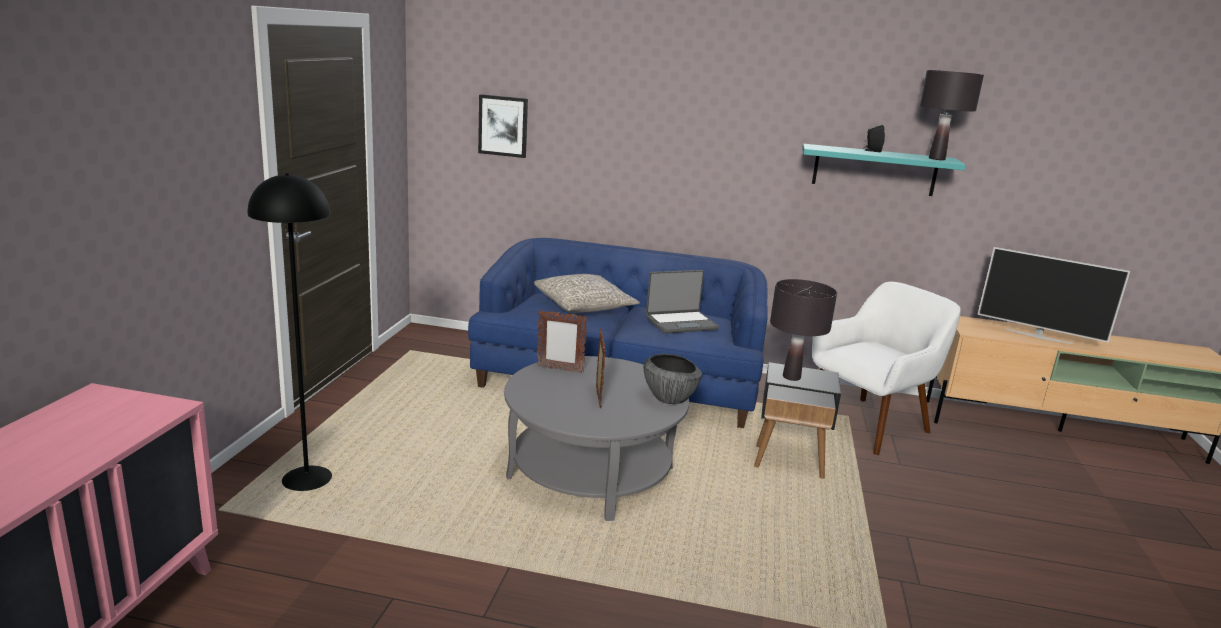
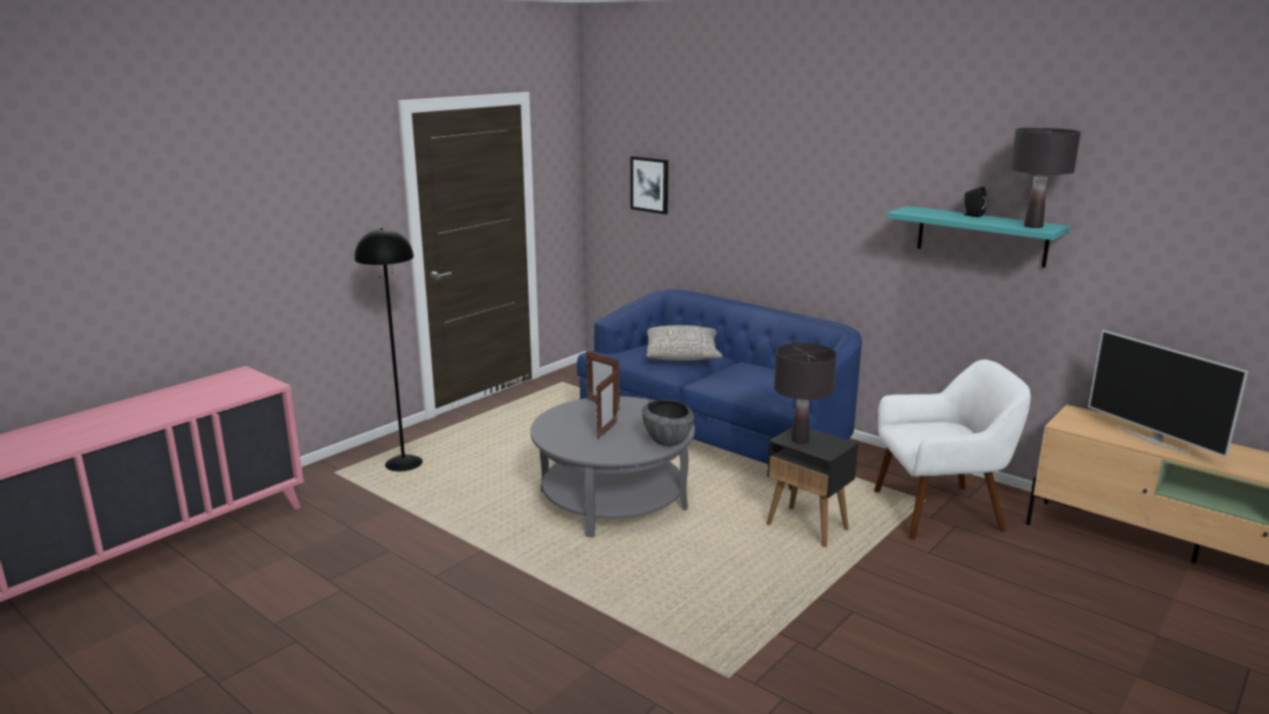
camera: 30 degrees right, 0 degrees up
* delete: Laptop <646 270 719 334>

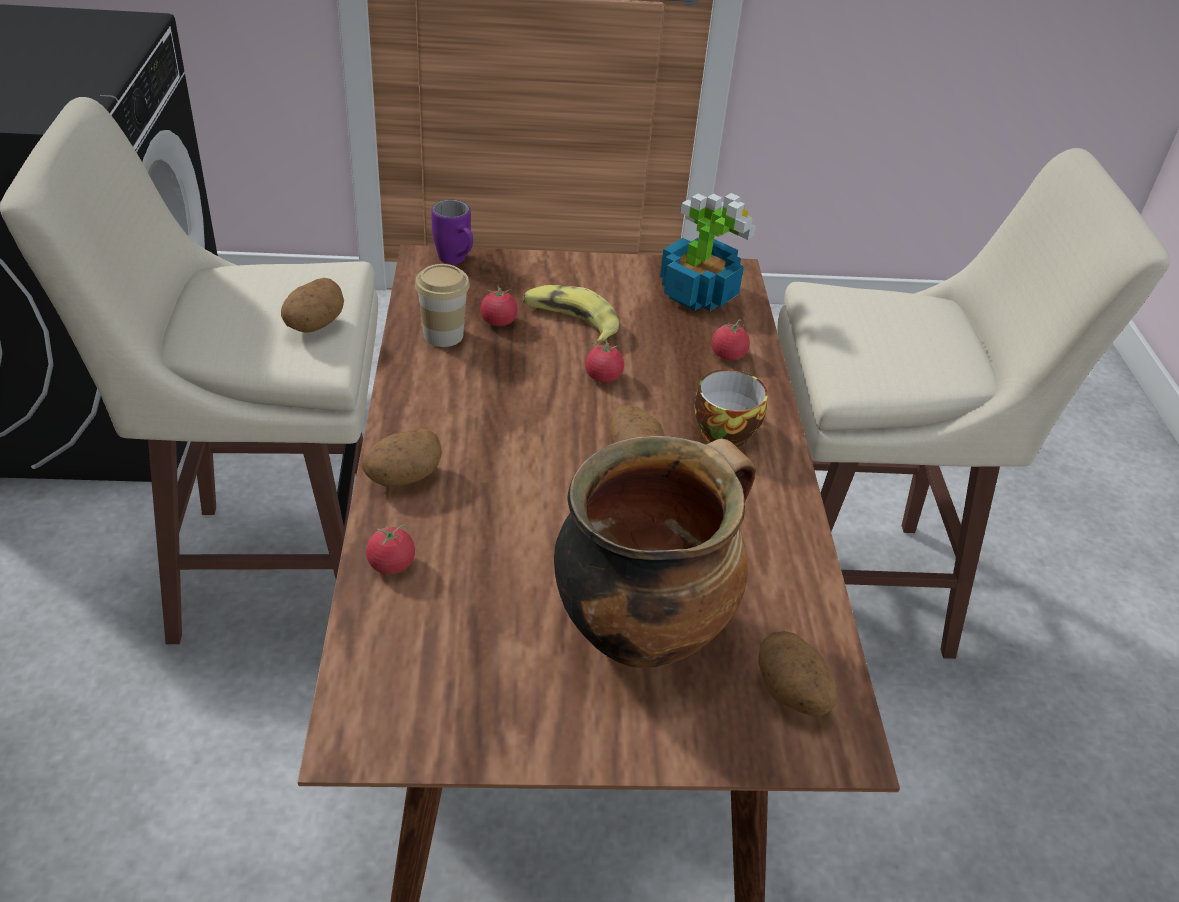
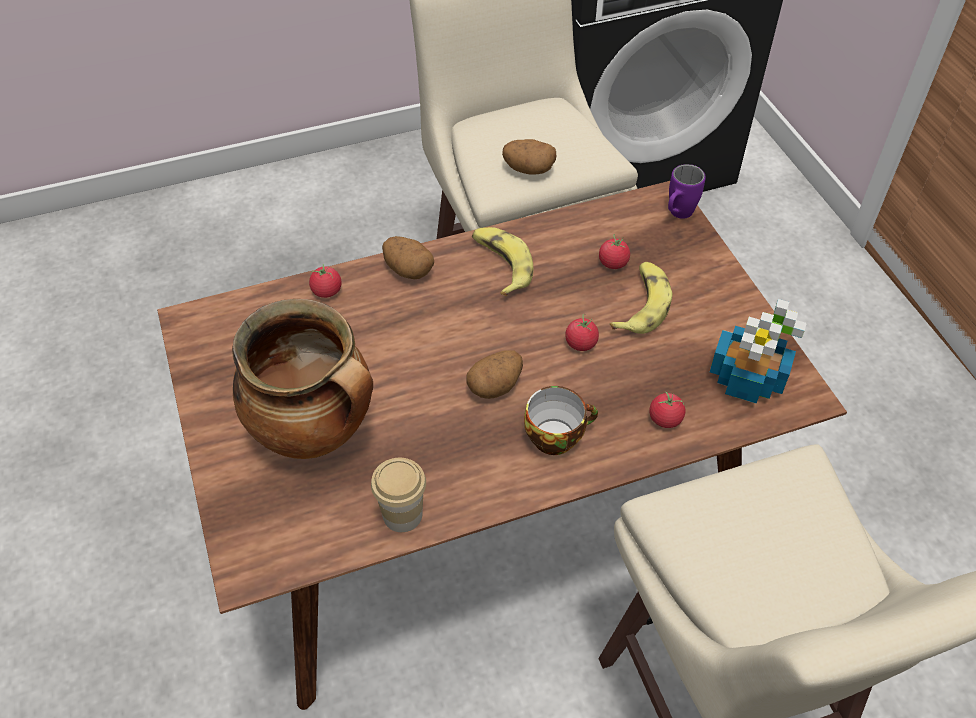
camera: 75 degrees right, 10 degrees up
* move: Tasse <415 264 470 347> to <371 458 426 532>
* insert: Banane <472 227 533 296>
* delete: Kartoffel <758 631 838 716>

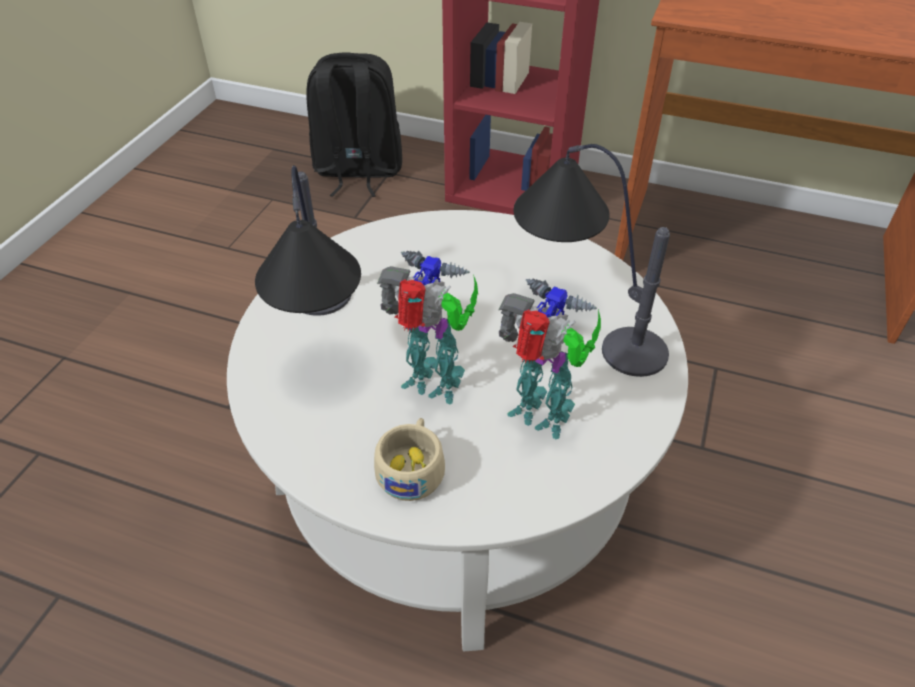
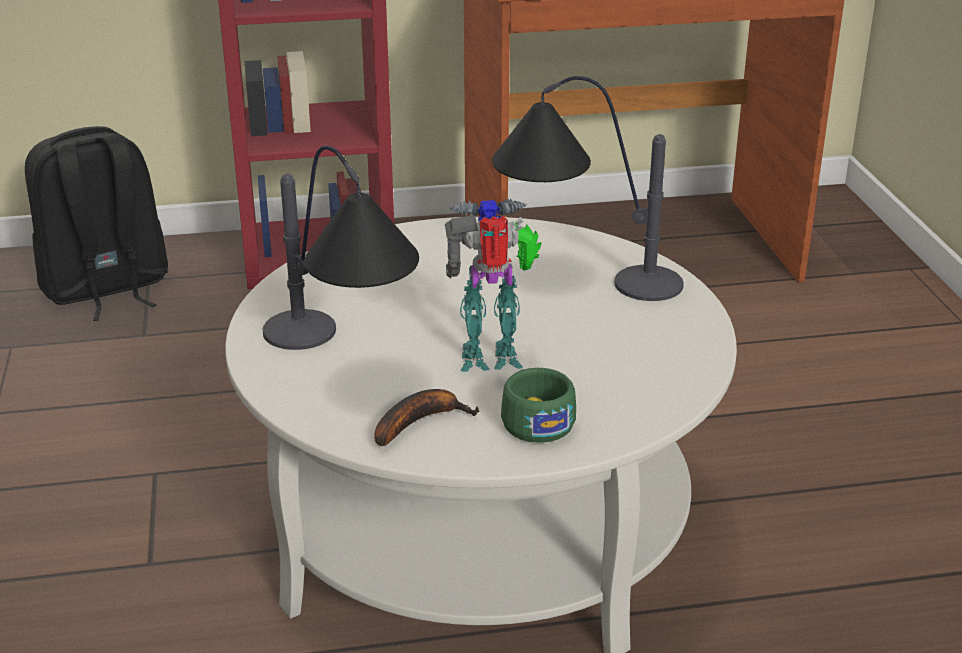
camera: 30 degrees left, 15 degrees down
* insert: Banane <374 389 479 446>
* recolor: Tasse/beige <374 418 445 501> to Tasse/grün <501 368 576 443>
* delete: Spielzeugroboter <499 279 601 439>

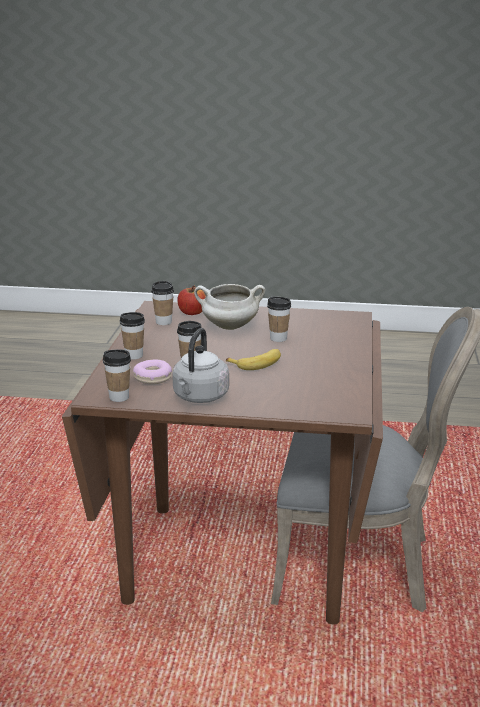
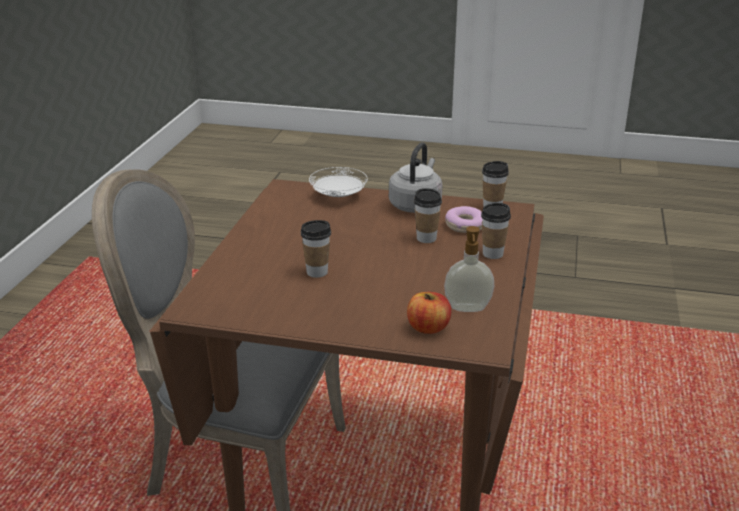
camera: 175 degrees left, 5 degrees up
* insert: Teller/weiß <309 167 368 197>
* replace: Tasse <151 281 174 325> to Seifenspender <444 226 494 312>
* delete: Kochtopf/weiß <194 284 265 330>
* delete: Banane <226 349 281 370>

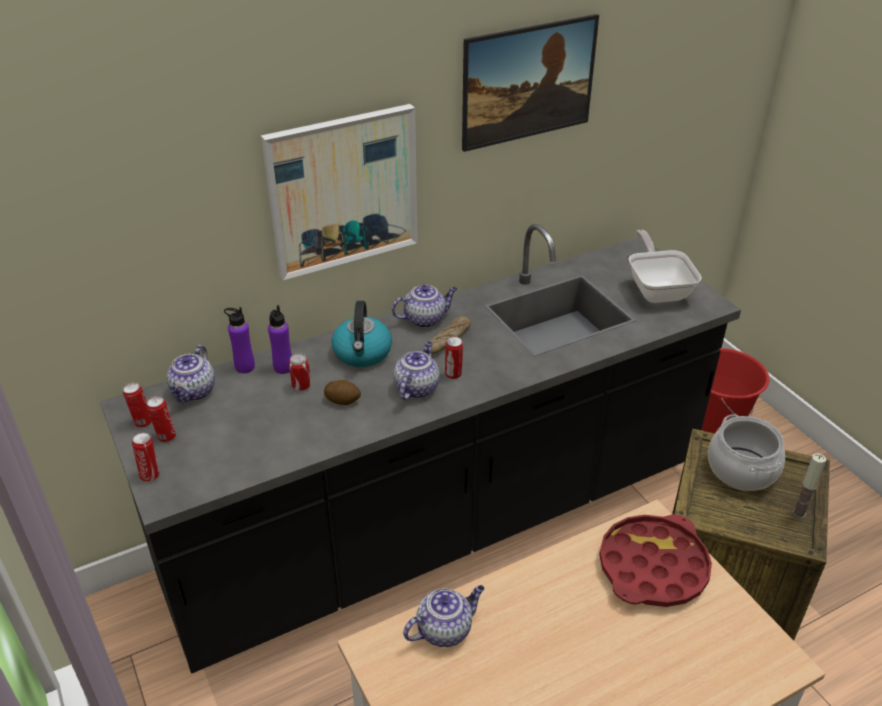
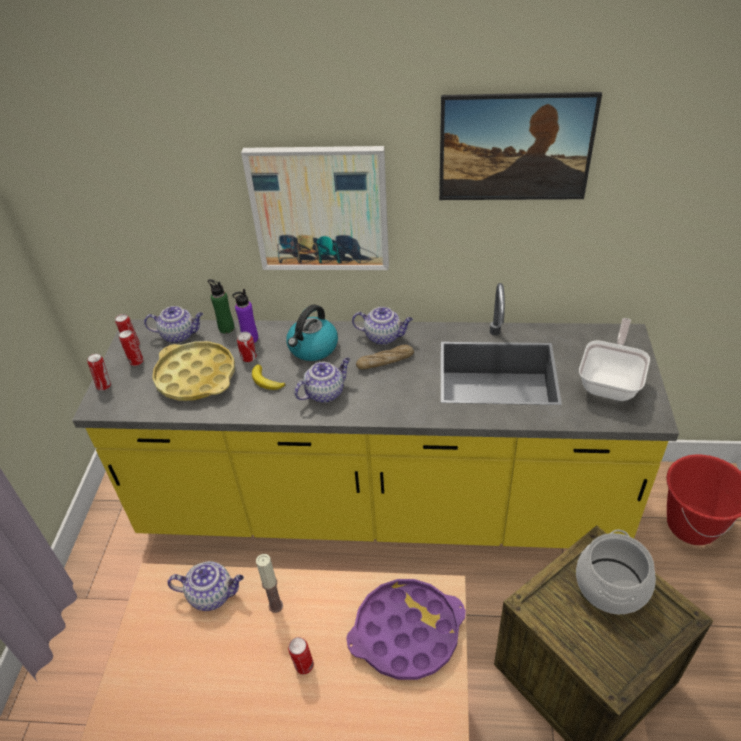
camera: 35 degrees right, 5 degrees up
* recolor: Küchenzeile/schwarz <100 224 741 673> to Küchenzeile/gelb <72 283 679 548>
* rotate: Teekanne <167 345 215 403> = <144 306 203 343> 135 degrees counterclockwise
* insert: Tablett/gelb <152 341 235 401>
* recolor: Flasche/lila <224 307 255 373> to Flasche/grün <208 279 234 334>
* replace: Kartoffel <324 380 361 405> to Banane <252 365 285 390>
* move: Kerze <792 453 826 519> to <256 554 283 613>
* move: Dose <445 336 463 379> to <288 637 314 674>
* recolor: Tablett/rot <599 514 712 607> to Tablett/lila <346 579 466 680>

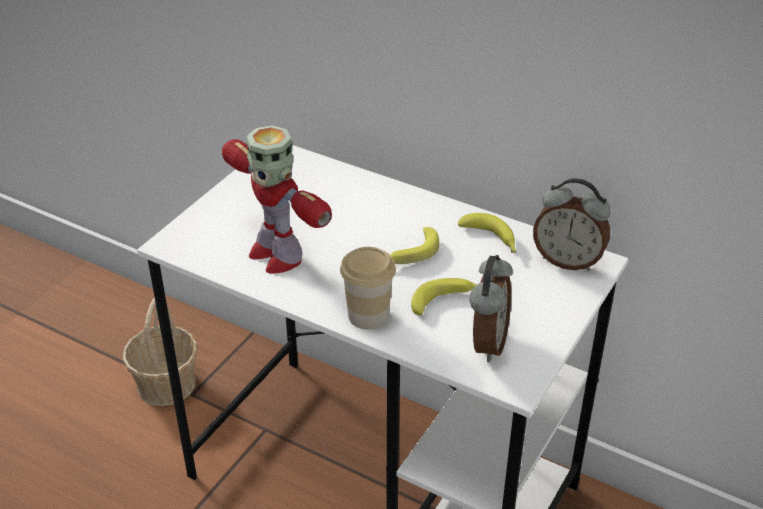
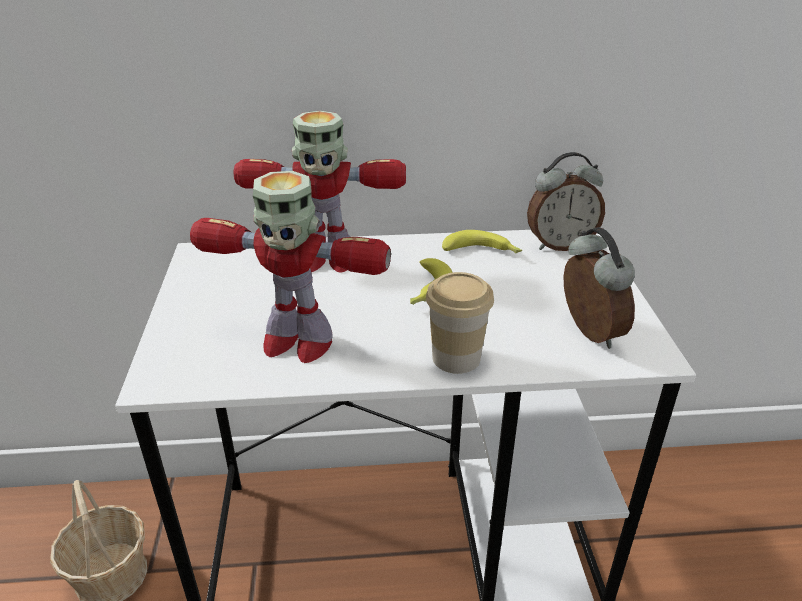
camera: 35 degrees left, 5 degrees down
* insert: Spielzeugroboter <233 111 406 273>
* delete: Banane <411 278 477 315>

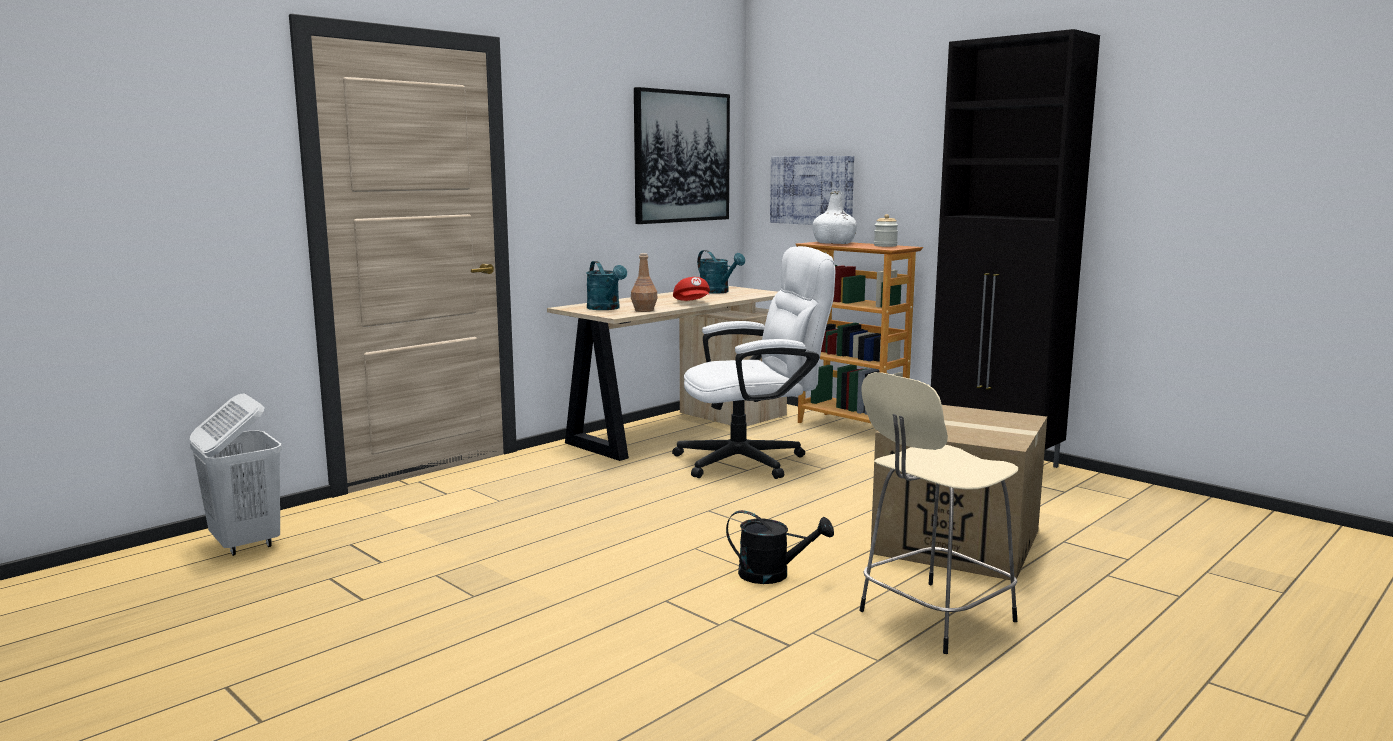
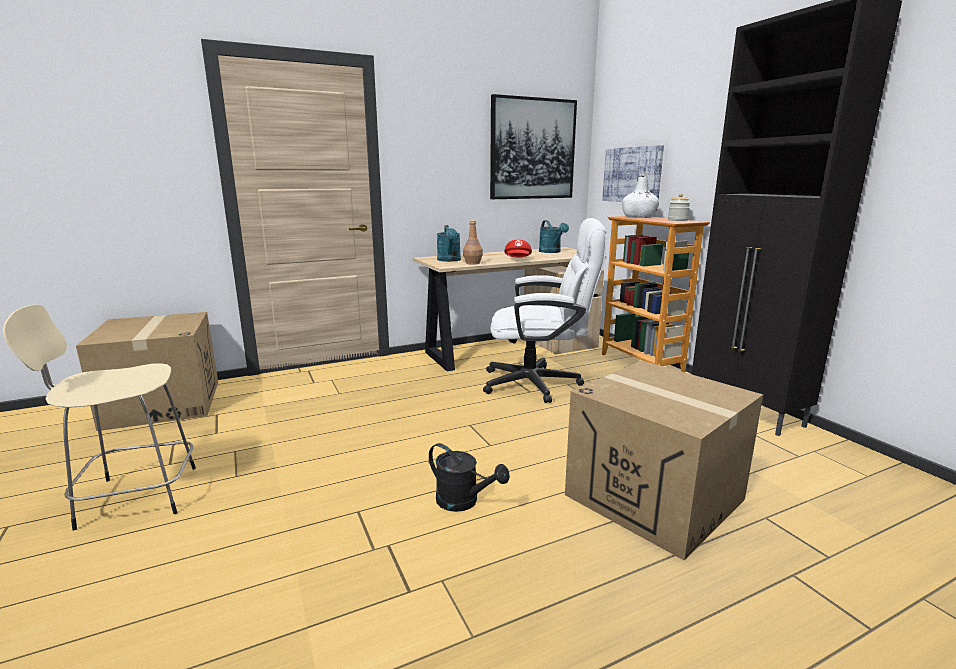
camera: 20 degrees right, 5 degrees up
* move: Hocker/beige <860 372 1018 654> to <3 304 196 530>
* replace: Wäschekorb/weiß <189 393 282 556> to Karton <76 312 218 431>

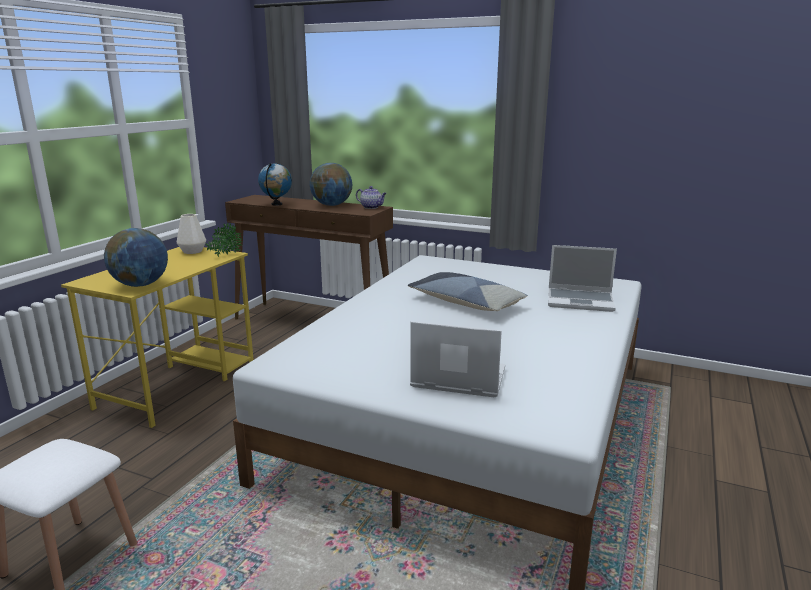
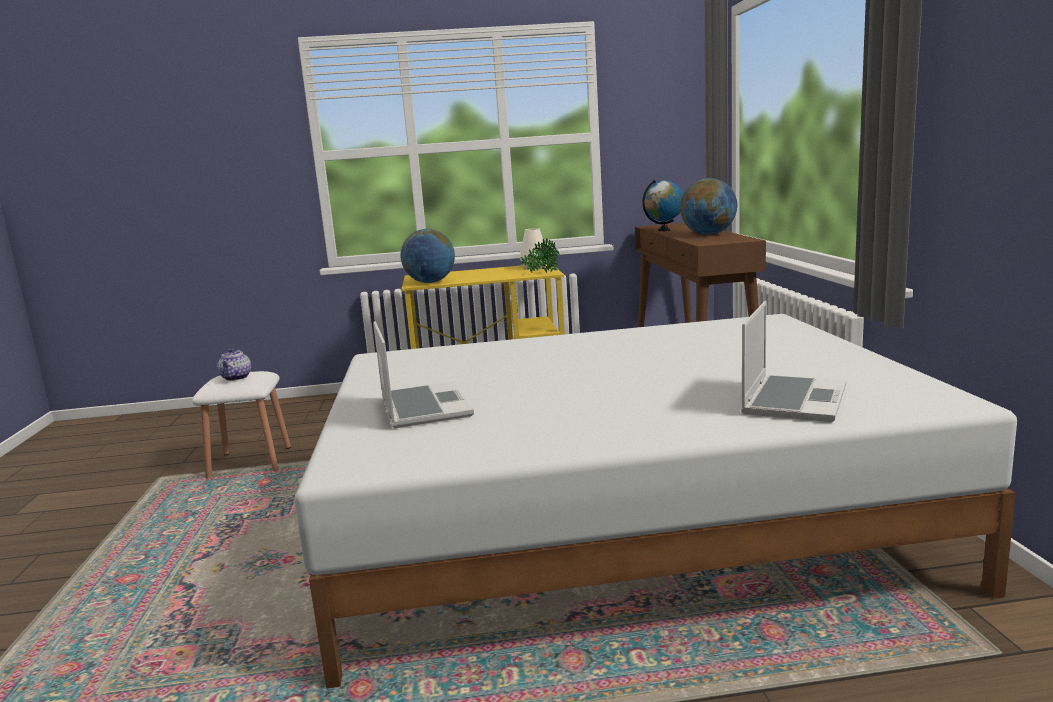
camera: 60 degrees right, 5 degrees down
* move: Teekanne <356 186 387 209> to <218 348 251 381>
* rotate: Laptop <548 245 617 312> = <741 301 846 422> 135 degrees counterclockwise
* delete: Kissen <408 272 528 311>

